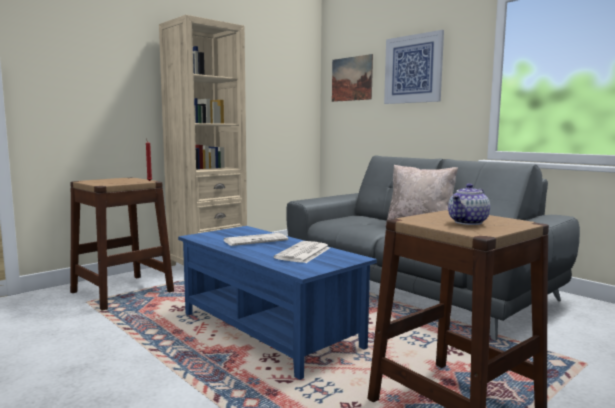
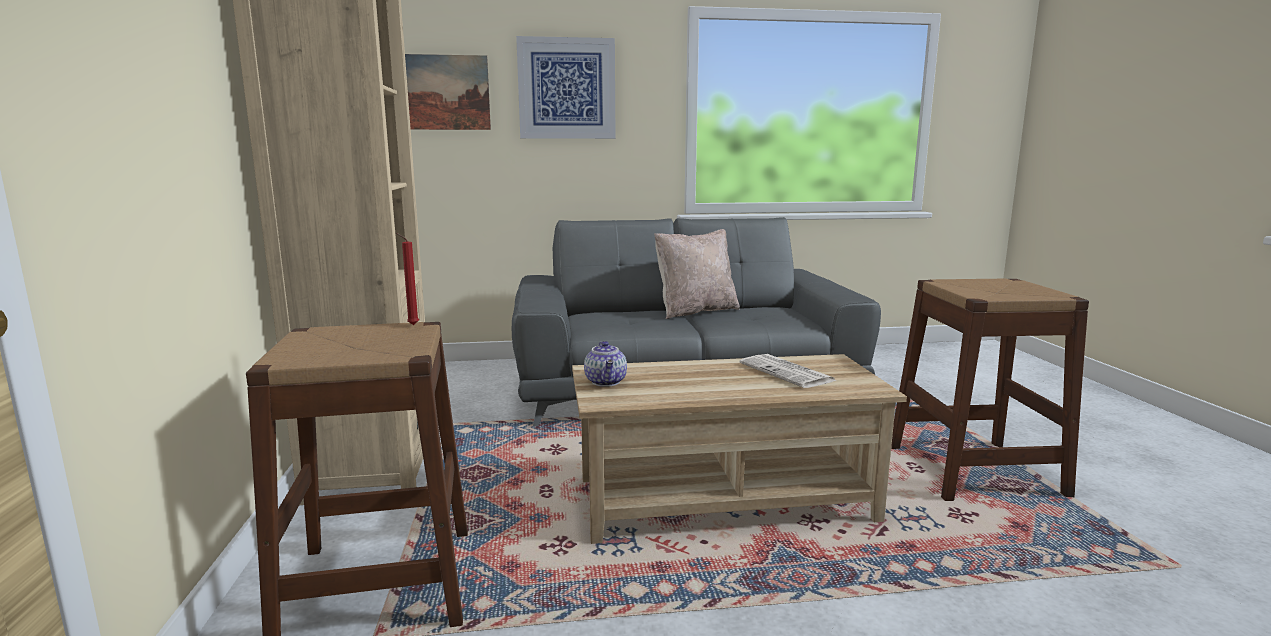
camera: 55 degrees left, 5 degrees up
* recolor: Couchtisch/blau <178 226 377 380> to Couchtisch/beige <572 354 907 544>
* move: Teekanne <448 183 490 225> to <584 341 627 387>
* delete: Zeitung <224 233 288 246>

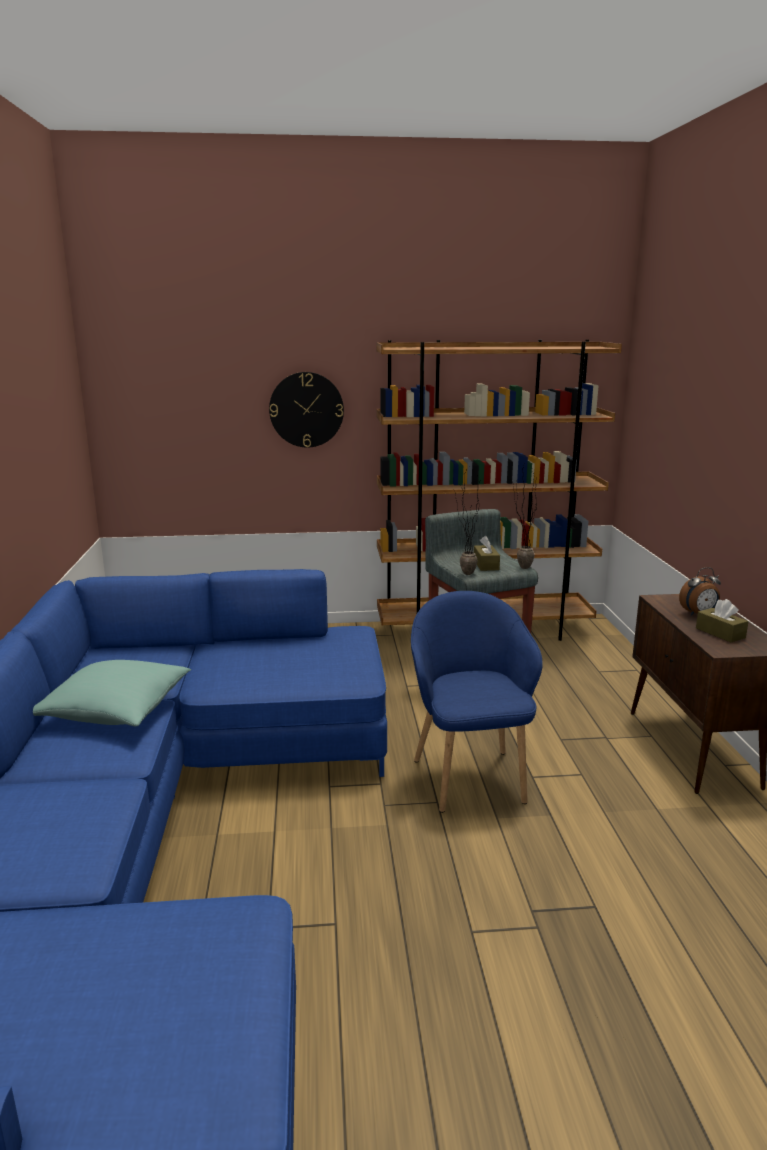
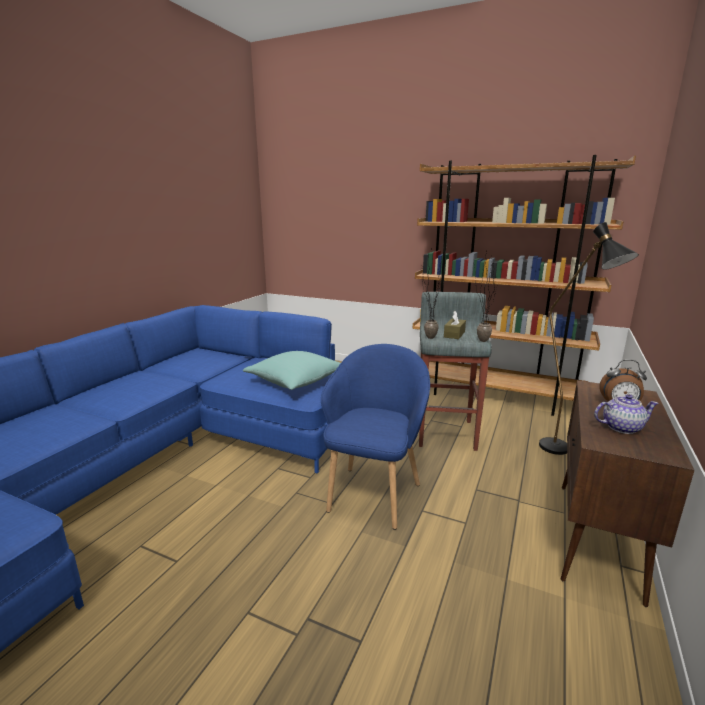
camera: 30 degrees right, 0 degrees up
* move: Kissen/türkis <33 660 191 726> to <243 351 340 390>
* insert: Stehlampe/schwarz <539 222 639 455>
* replace: Taschentuchbox/braun <696 599 749 642> to Teekanne <594 394 659 434>
* delete: Wanduhr <269 372 344 448>

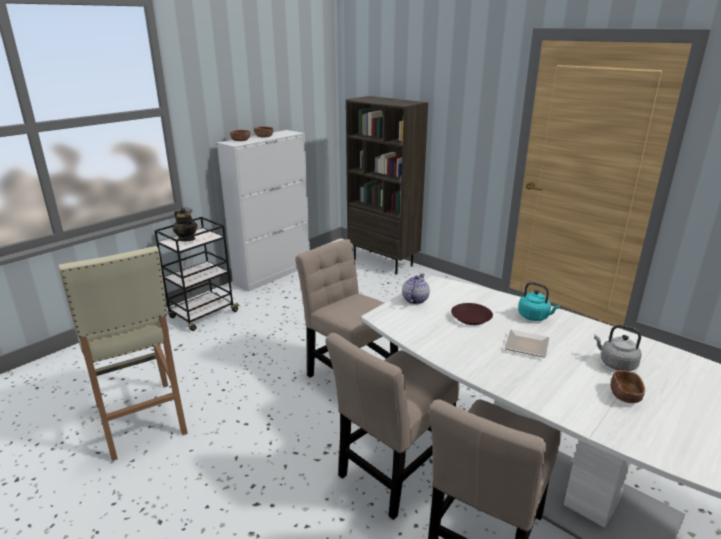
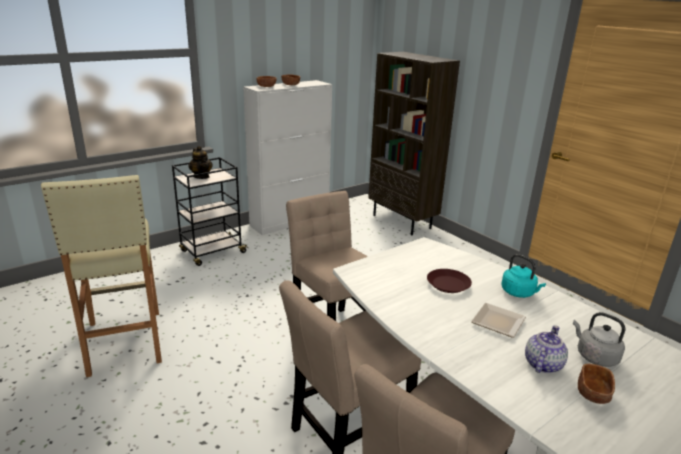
camera: 10 degrees right, 0 degrees up
* move: Teekanne <402 273 430 304> to <525 325 568 373>

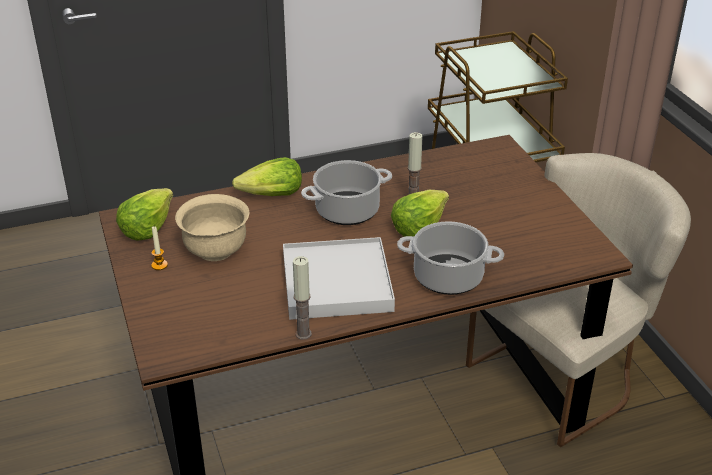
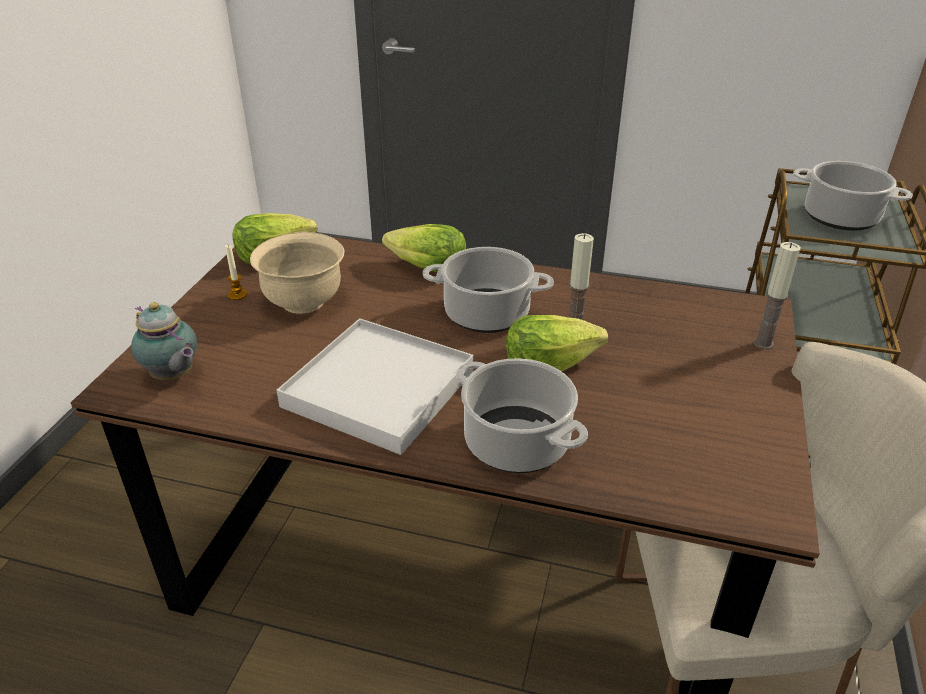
camera: 35 degrees right, 0 degrees up
* insert: Teekanne <131 302 197 380>
* move: Kerze <293 256 312 340> to <754 242 801 350>
* insert: Kochtopf <793 161 913 231>

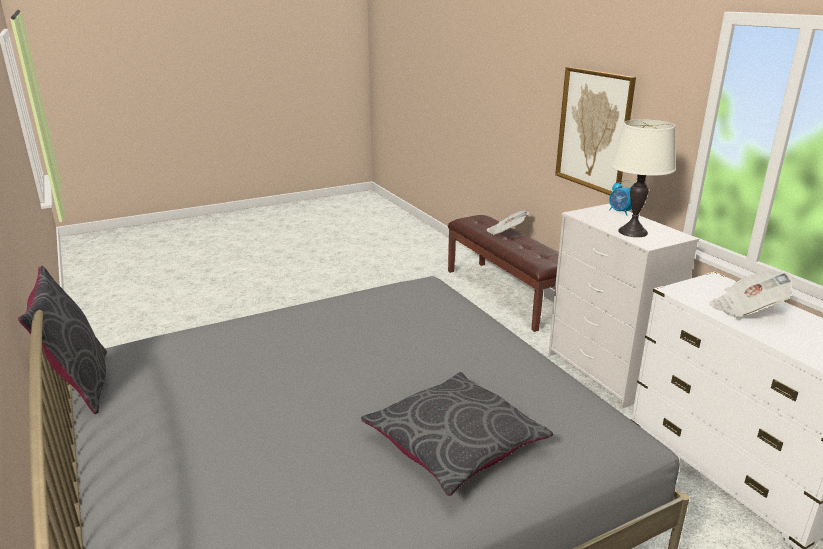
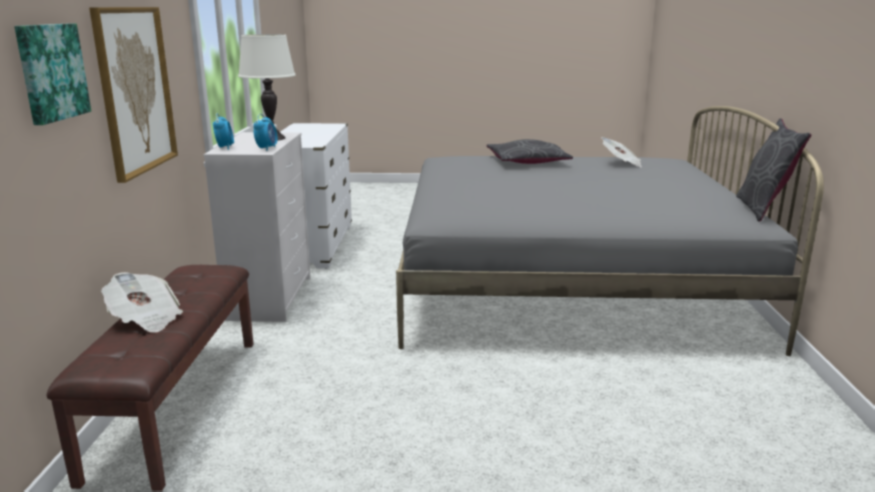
camera: 150 degrees left, 5 degrees down
* insert: Bild <14 24 91 125>
* insert: Wecker <253 114 278 151>
* move: Zeitung <709 271 793 318> to <601 137 642 168>

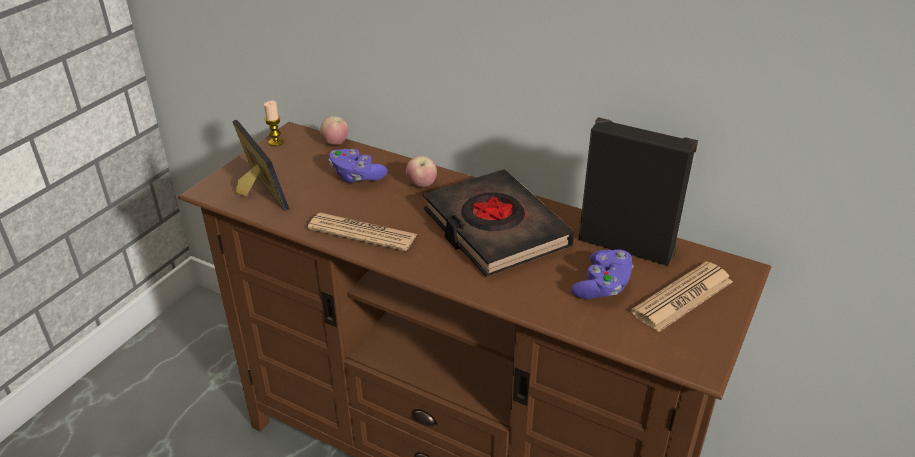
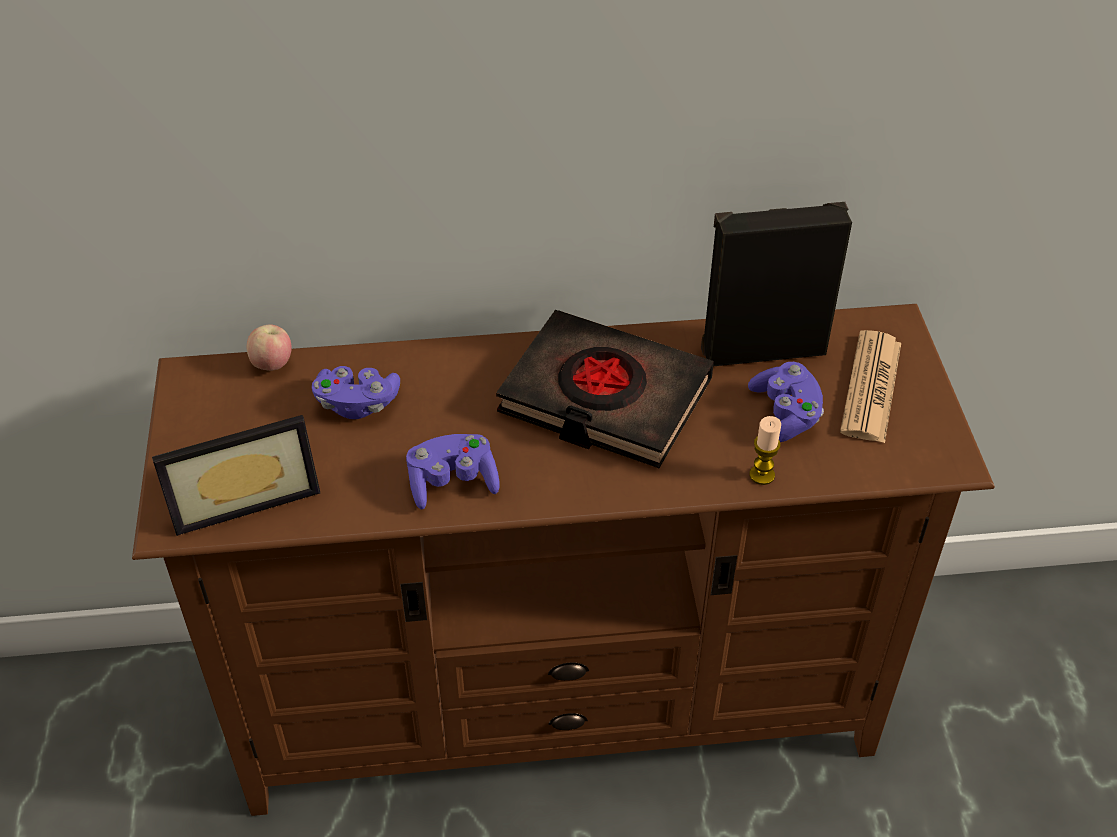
camera: 35 degrees left, 10 degrees up
* rotate: Bilderrahmen <232 120 289 211> = <152 415 320 536> 135 degrees clockwise
* replace: Zeitung <307 213 418 251> to Gamepad/lila <406 434 500 509>
* move: Kerze <264 101 284 146> to <749 416 781 485>
* delete: Apfel <406 156 437 188>

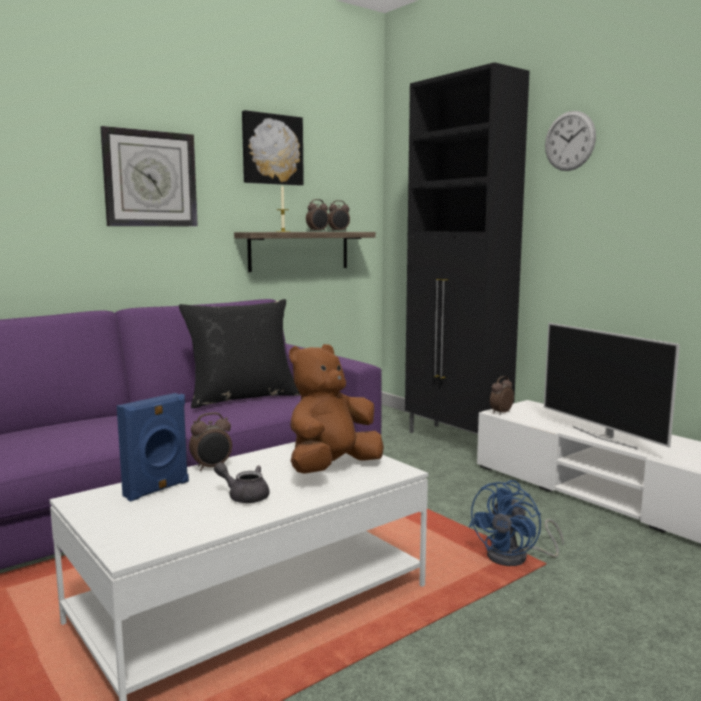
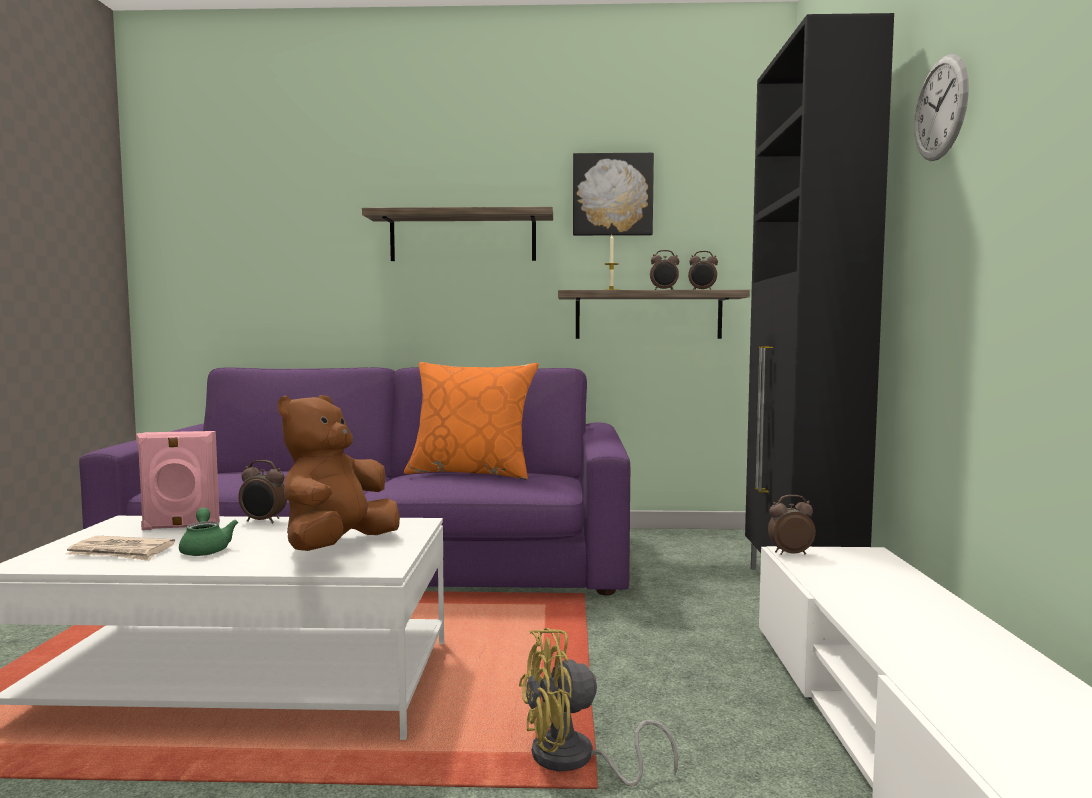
camera: 40 degrees right, 5 degrees down
* insert: Zeitung <65 536 175 561>
* recolor: Lautsprecher/blau <117 393 189 501> to Lautsprecher/rosa <136 431 220 530>
* recolor: Teekanne/grau <214 462 270 503> to Teekanne/grün <179 508 238 556>
* rotate: Plüschtier/braun <289 344 384 474> = <278 395 400 551> 60 degrees counterclockwise
* replace: Wanduhr <100 126 198 226> to Wandregal <362 207 553 261>
* recolor: Kissen/schwarz <179 299 300 408> to Kissen/orange <404 362 539 480>
* recolor: Ventilator/blau <469 480 564 566> to Ventilator/gelb <519 628 678 786>
* delete: Fernseher <544 323 680 449>

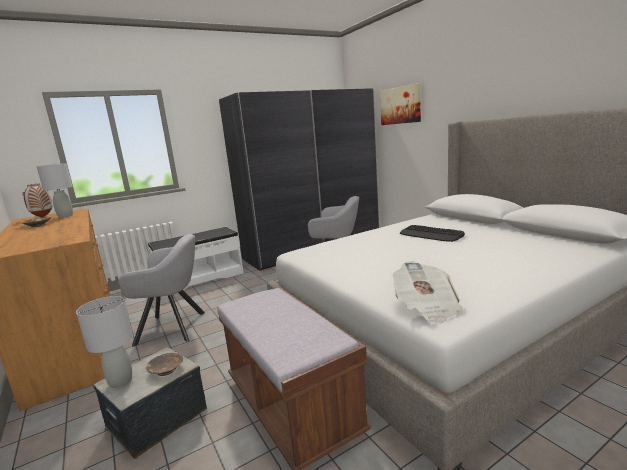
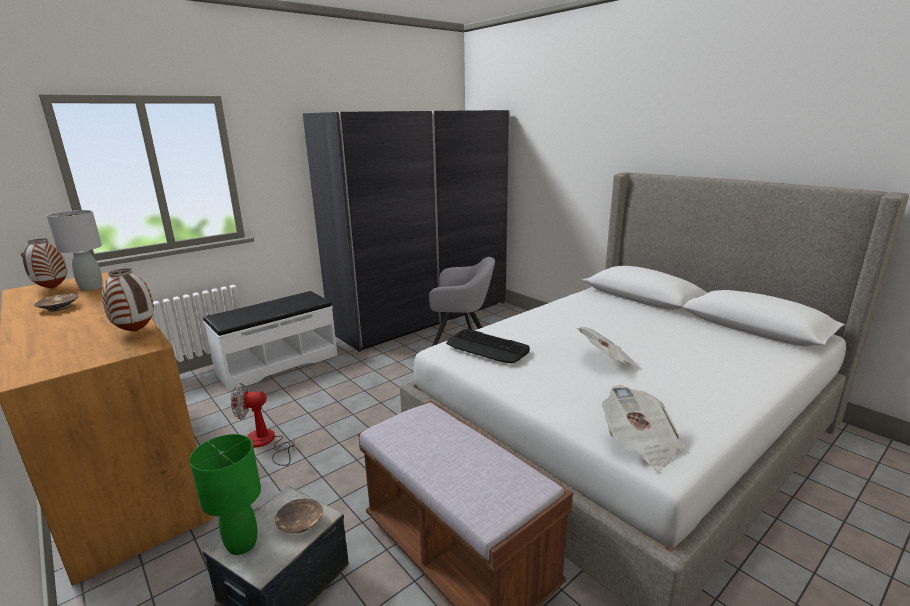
camera: 10 degrees left, 5 degrees up
* insert: Vase <101 268 154 332>
* recolor: Tischlampe/grau <76 296 133 388> to Tischlampe/grün <189 434 261 555>
* replace: Sessel/grau <119 234 205 347> to Ventilator <231 383 296 466>
* move: Tastatur <400 225 465 242> to <446 329 530 363>
* insert: Zeitung <576 327 638 365>
* delete: Bild <380 83 421 125>

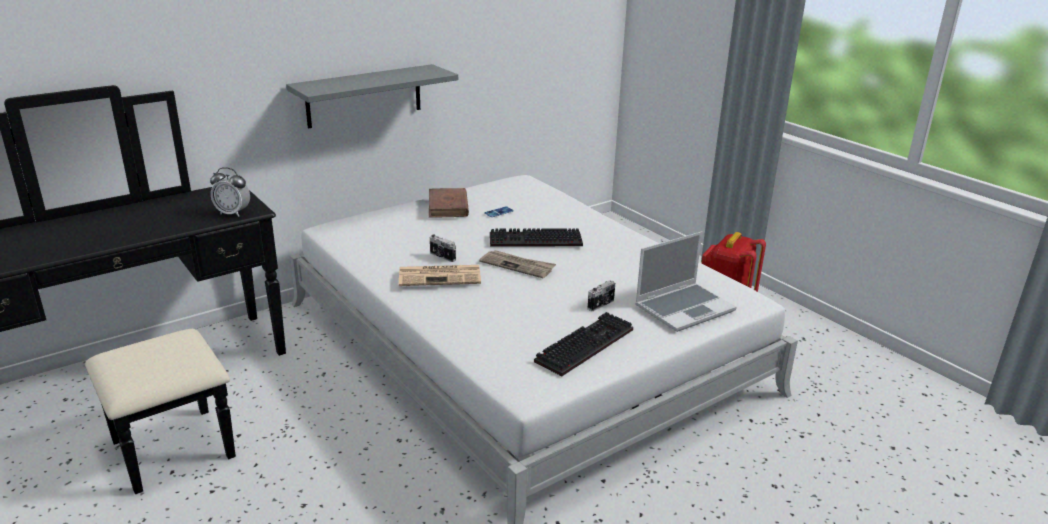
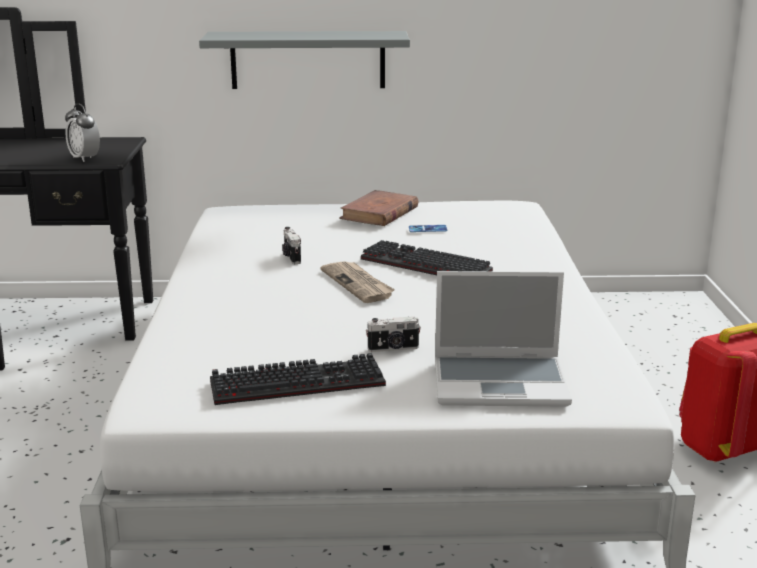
camera: 35 degrees right, 5 degrees down
* delete: Zeitung <399 265 481 286>

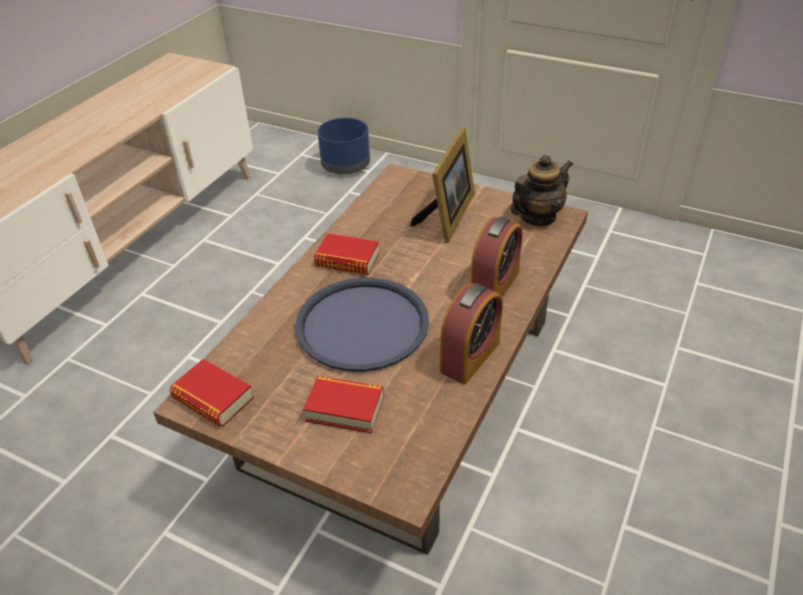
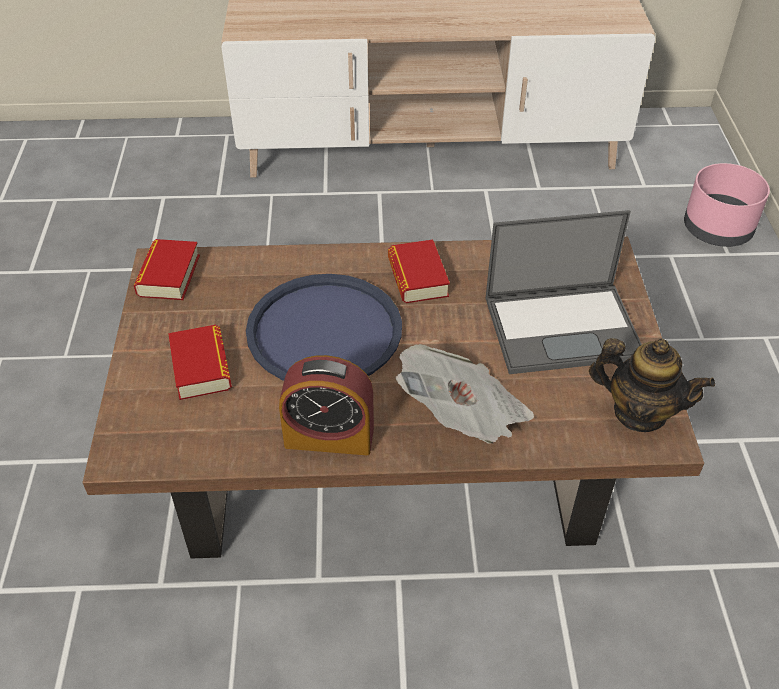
camera: 60 degrees right, 5 degrees up
* replace: Wecker <470 217 522 297> to Zeitung <395 344 534 444>
* replace: Bilderrahmen <410 127 475 243> to Laptop <485 210 642 374>
* recolor: Pflanzkübel/blau <318 118 370 174> to Pflanzkübel/rosa <684 163 770 247>

